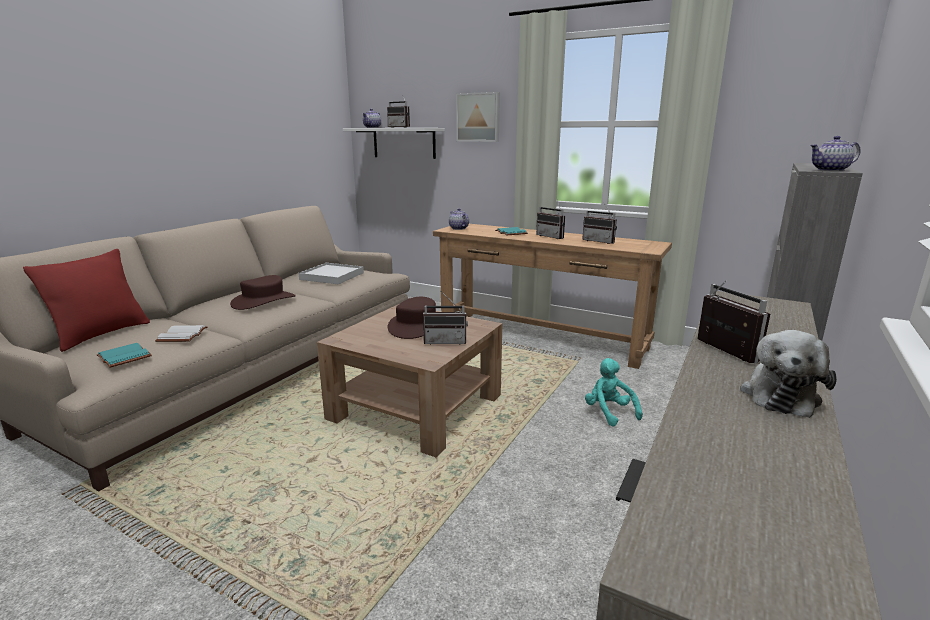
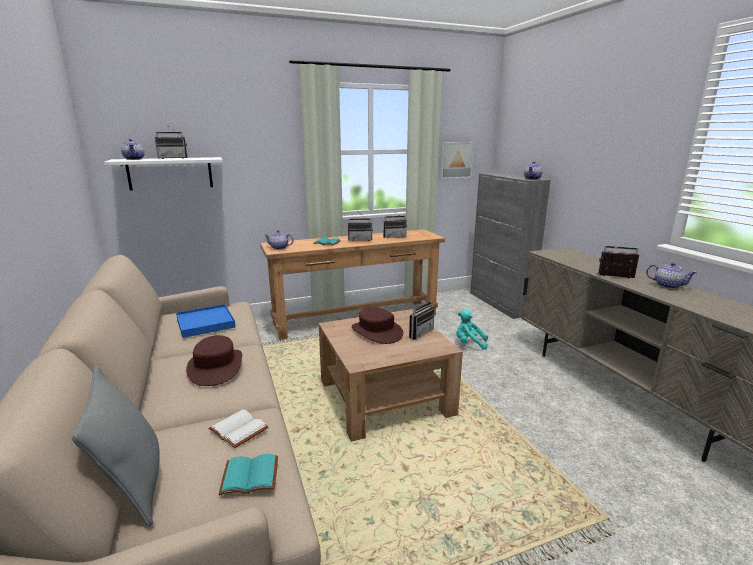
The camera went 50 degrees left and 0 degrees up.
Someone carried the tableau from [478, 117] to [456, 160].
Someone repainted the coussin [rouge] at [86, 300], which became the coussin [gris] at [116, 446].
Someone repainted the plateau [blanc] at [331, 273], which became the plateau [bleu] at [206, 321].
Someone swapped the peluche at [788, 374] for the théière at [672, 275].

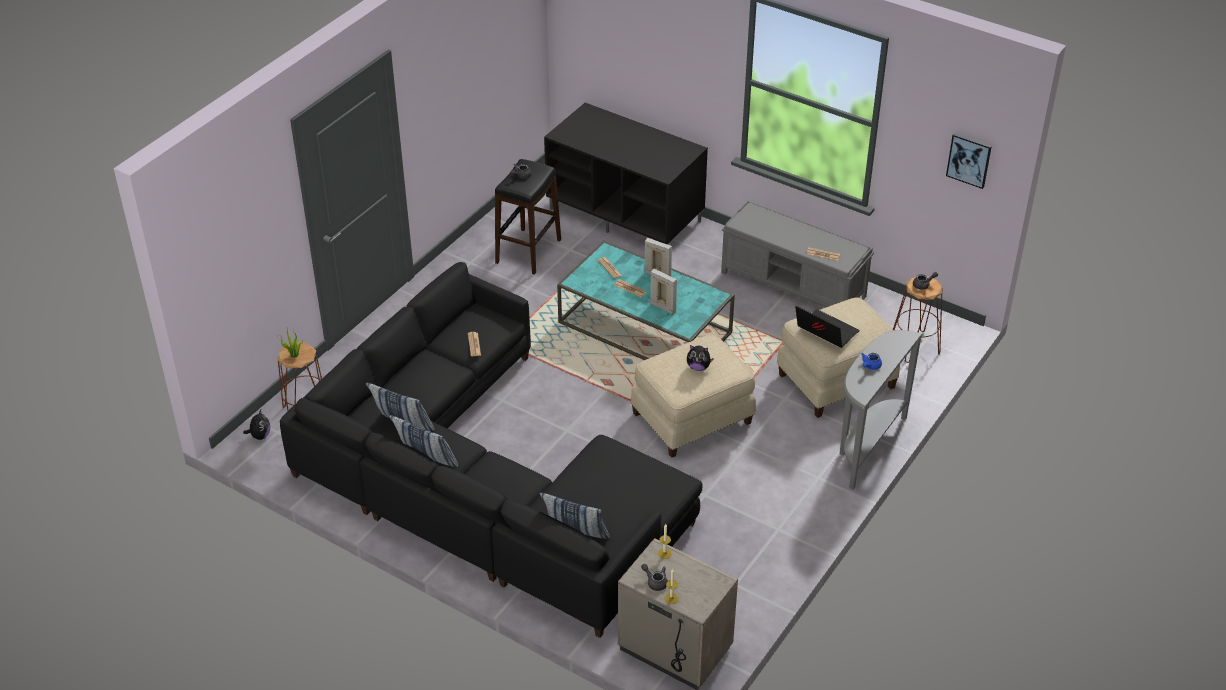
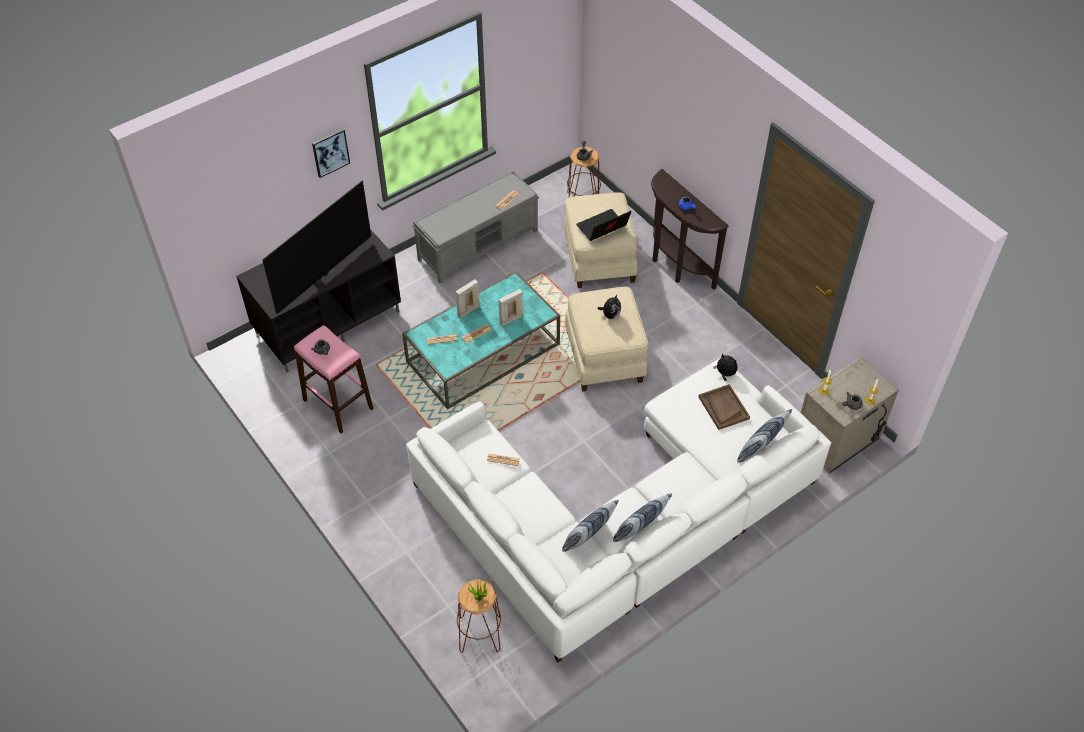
The camera went 70 degrees left and 10 degrees up.
Someone carried the tableau from [969, 161] to [331, 153].
Someone repainted the tabouret [noir] at [528, 217], which became the tabouret [rose] at [334, 379].
Someone repainted the canapé [noir] at [491, 450], which became the canapé [blanc] at [618, 510].
Someone repainted the table console [gris] at [881, 410], which became the table console [marron] at [690, 229].
Someone carried the peluche from [256, 425] to [725, 367].
Someone put down the téléviseur at [316, 247].
Someone put down the plateau [marron] at [724, 407].

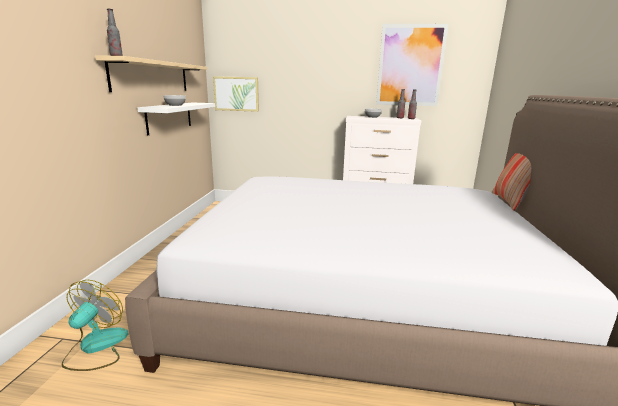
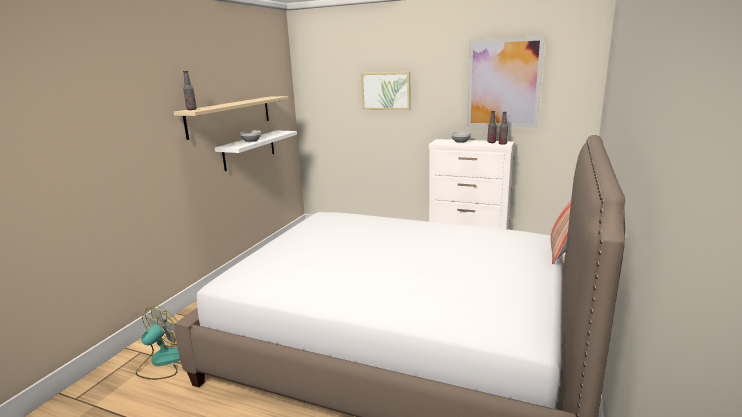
The camera went 15 degrees right and 0 degrees up.
Someone carried the tableau from [236, 94] to [386, 91].

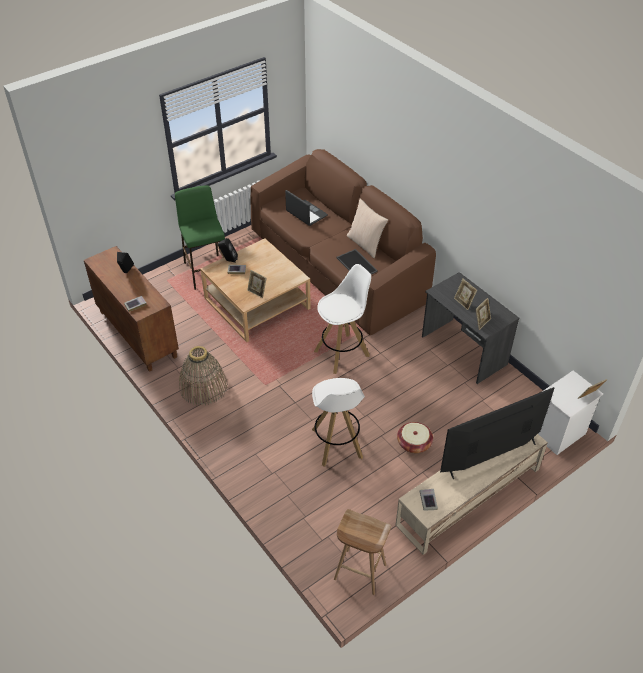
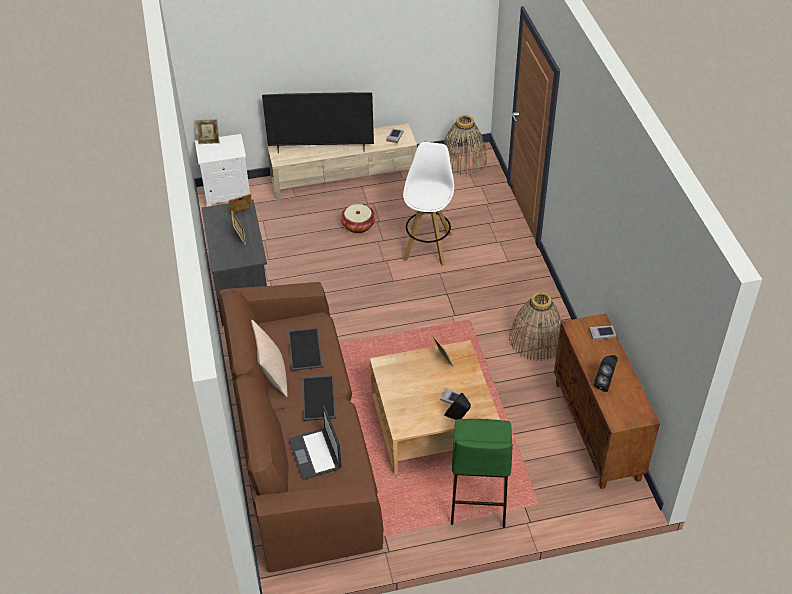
The camera went 155 degrees left and 0 degrees up.
Someone took away the tabouret [blanc] at [342, 319].
Someone swapped the tabouret [marron] at [362, 552] for the panier at [465, 145].
Someone put down the plateau at [319, 398].

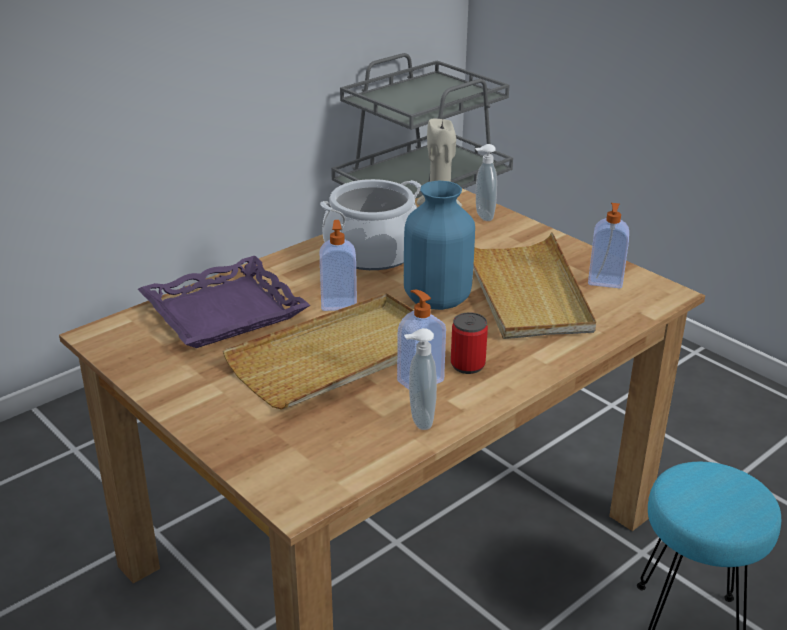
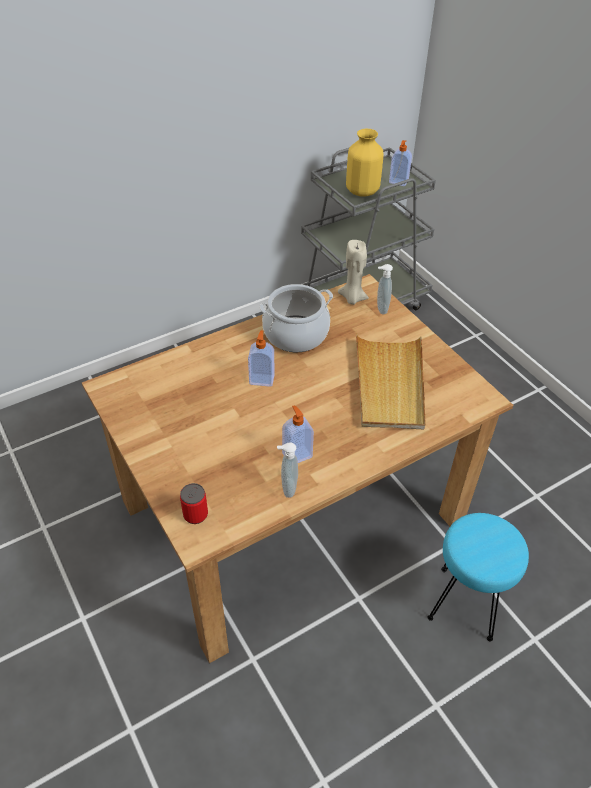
The camera went 10 degrees right and 15 degrees up.
Someone took away the vase [bleu] at [439, 245].
Someone carried the distributeur de savon from [608, 245] to [400, 163].
Someone took away the plateau [violet] at [224, 302].
Someone took away the plateau [beige] at [318, 351].
Someone carried the boîte métallique from [469, 343] to [194, 503].
Someone put down the vase [jaune] at [364, 163].

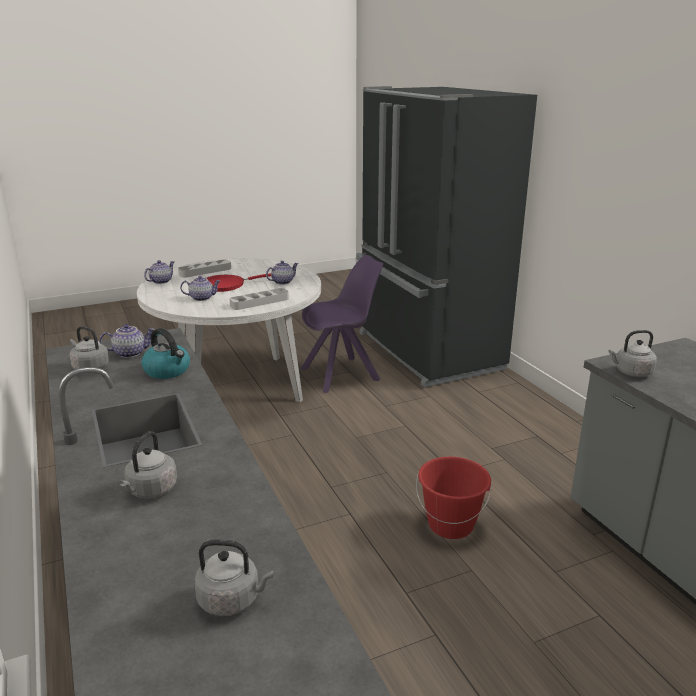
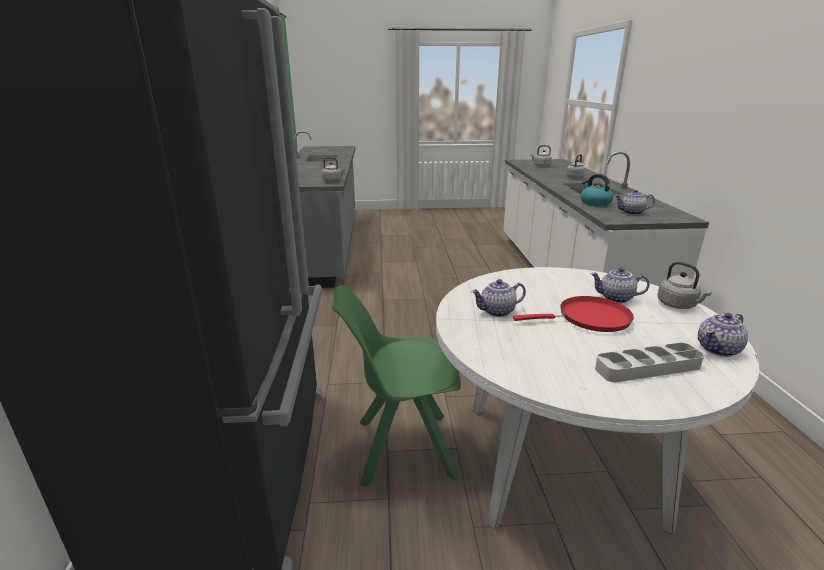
The camera went 160 degrees left and 0 degrees up.
Someone repainted the chaise [violet] at [342, 324], which became the chaise [vert] at [396, 386].
Someone took away the plateau [gris] at [259, 299].
Someone carried the bouilloire [gris] from [89, 348] to [684, 285].
Someone took away the seau [rouge] at [453, 498].

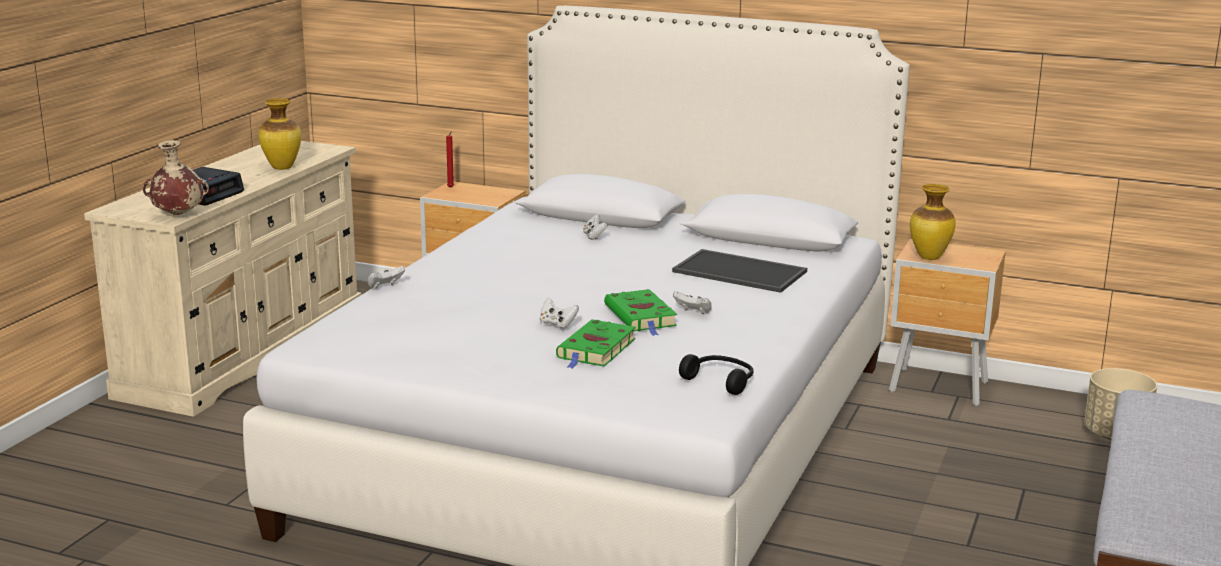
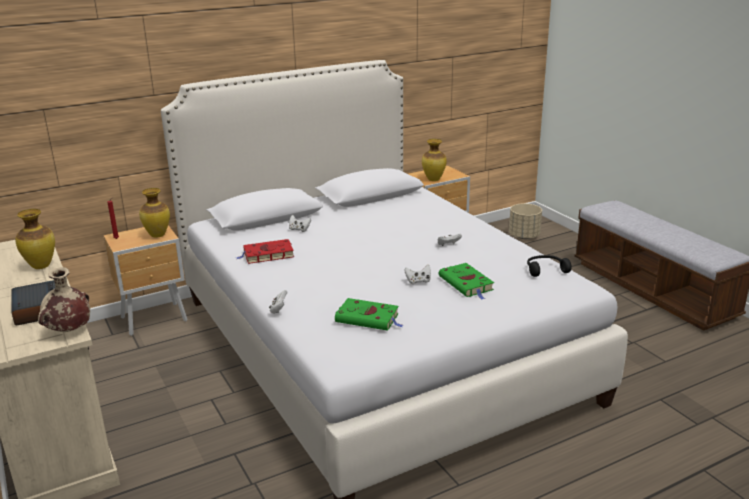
The camera went 50 degrees left and 5 degrees up.
Someone took away the plateau at [739, 271].
Someone carried the livre [vert] from [640, 312] to [369, 314].
Someone put down the vase at [154, 213].
Someone put down the livre [rouge] at [265, 251].

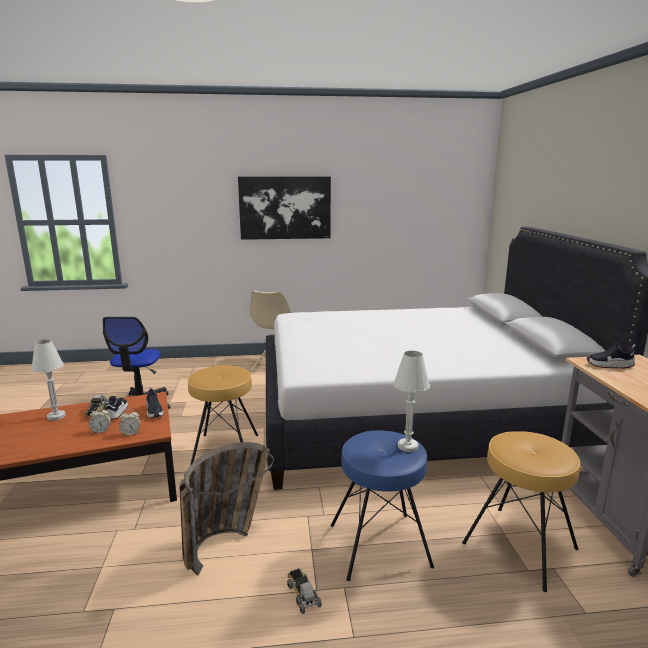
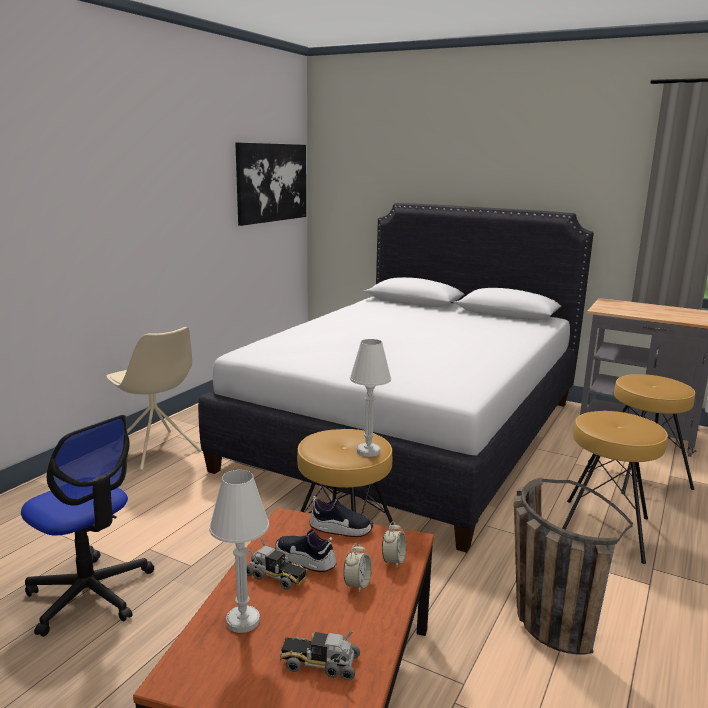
The camera went 55 degrees left and 0 degrees up.
Someone carried the tableau from [284, 208] to [270, 184].
Someone took away the chaussure at [611, 356].
Someone carried the lampe de table [blanc] from [411, 401] to [370, 398].
Someone repainted the tabouret [bleu] at [382, 505], which became the tabouret [marron] at [615, 487].
Someone carried the camion jouet from [304, 591] to [320, 655].

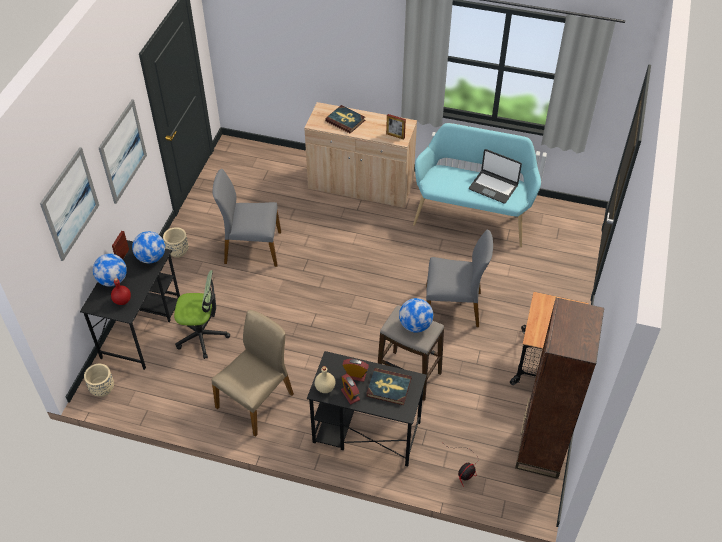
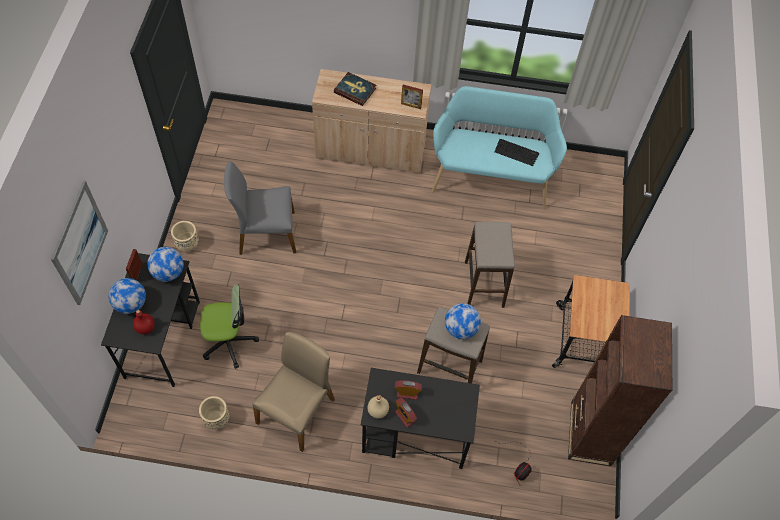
The camera went 10 degrees left and 10 degrees up.
Someone took away the tableau at [123, 151].
Someone swapped the ordinateur portable at [495, 176] for the clavier at [517, 152].
Someone swapped the chaise [gris] at [459, 278] for the tabouret at [490, 265].
Someone carried the cache-pot [beige] from [99, 380] to [214, 413].
Someone took away the livre at [389, 386].

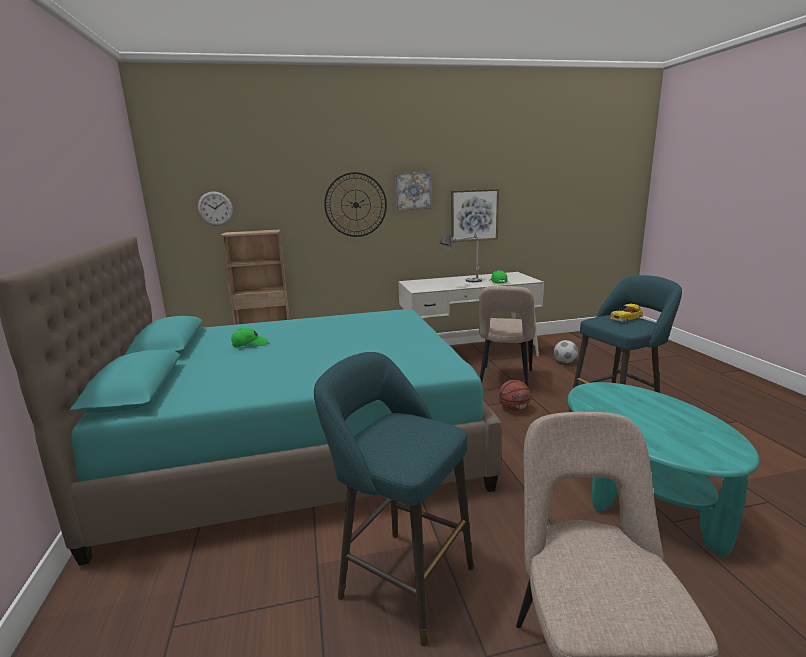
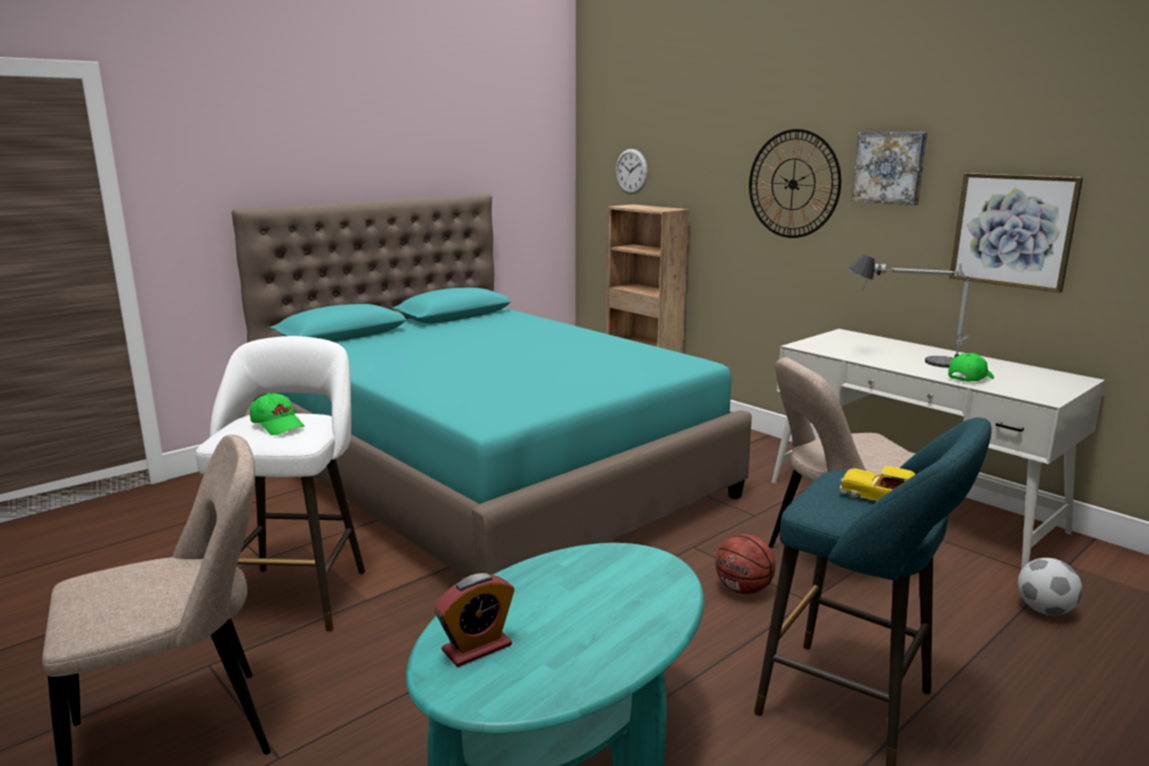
The camera went 60 degrees right and 0 degrees up.
Someone carried the casquette [vert] from [249, 337] to [277, 414].
Someone repainted the tabouret [turquoise] at [394, 499], which became the tabouret [blanc] at [280, 484].
Someone put down the réveil at [474, 620].

